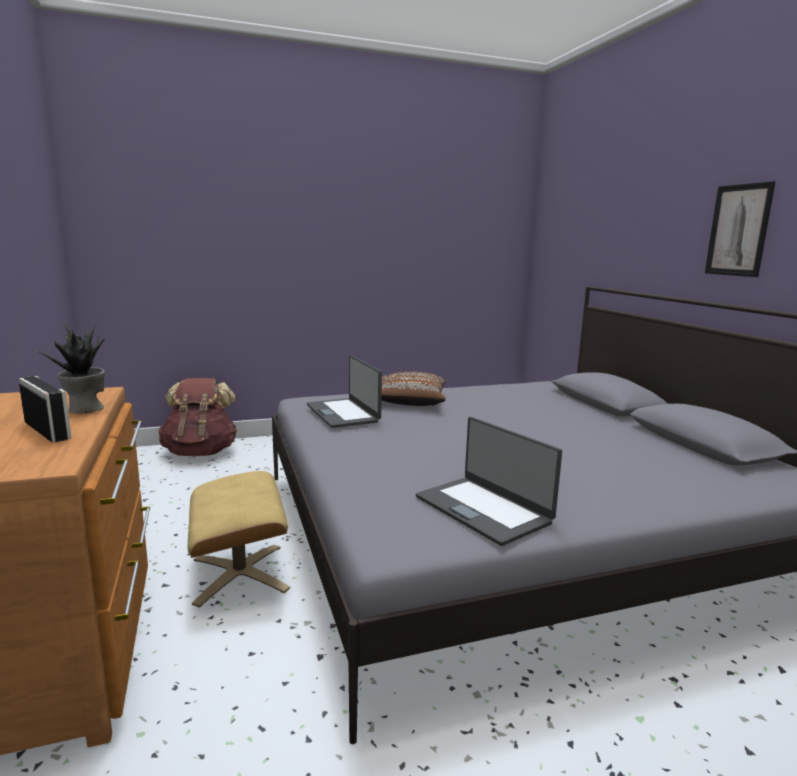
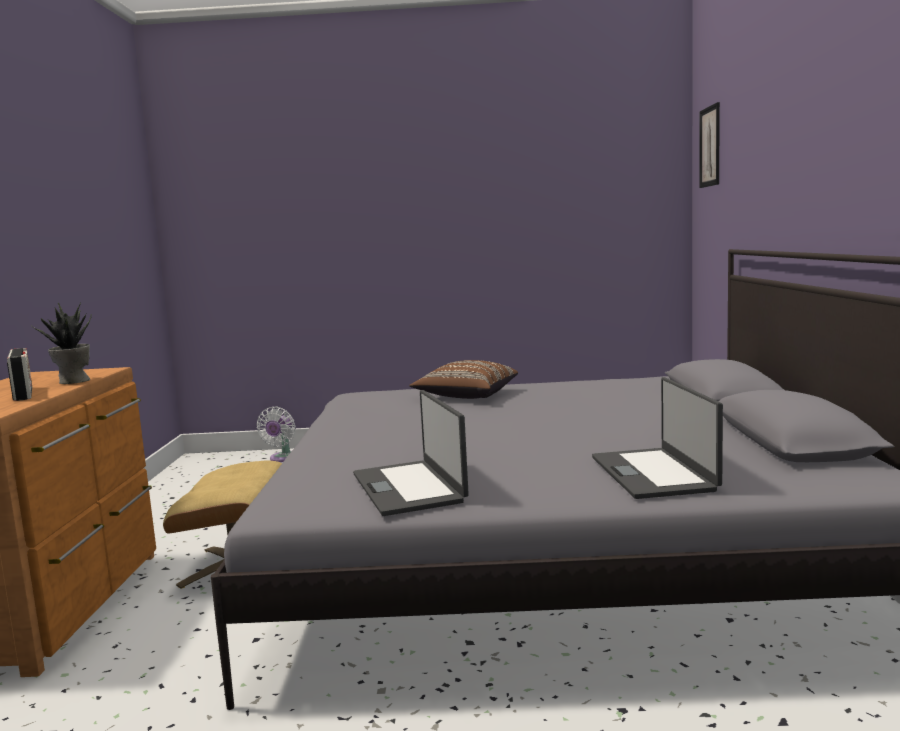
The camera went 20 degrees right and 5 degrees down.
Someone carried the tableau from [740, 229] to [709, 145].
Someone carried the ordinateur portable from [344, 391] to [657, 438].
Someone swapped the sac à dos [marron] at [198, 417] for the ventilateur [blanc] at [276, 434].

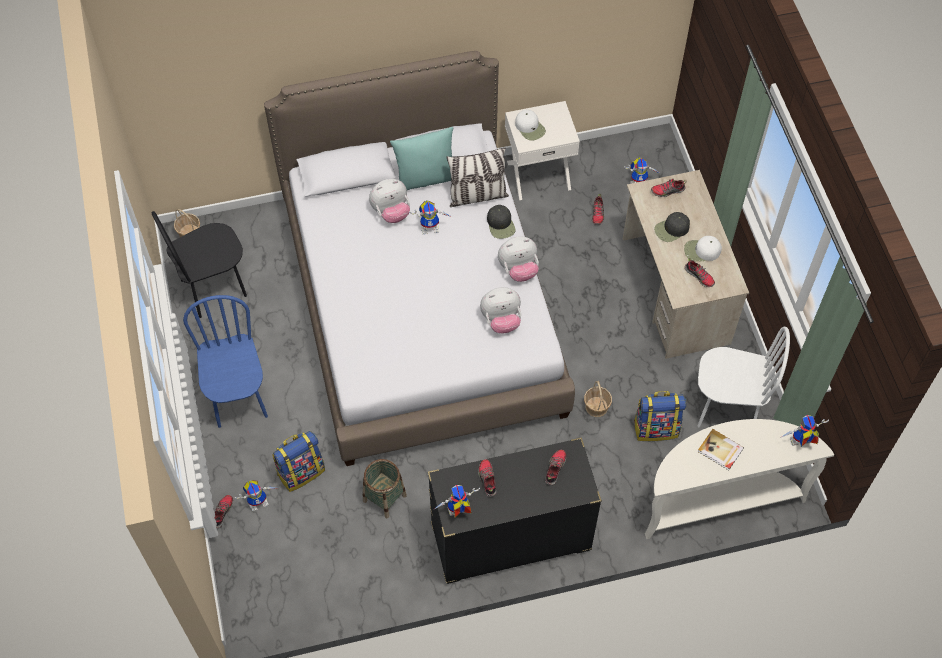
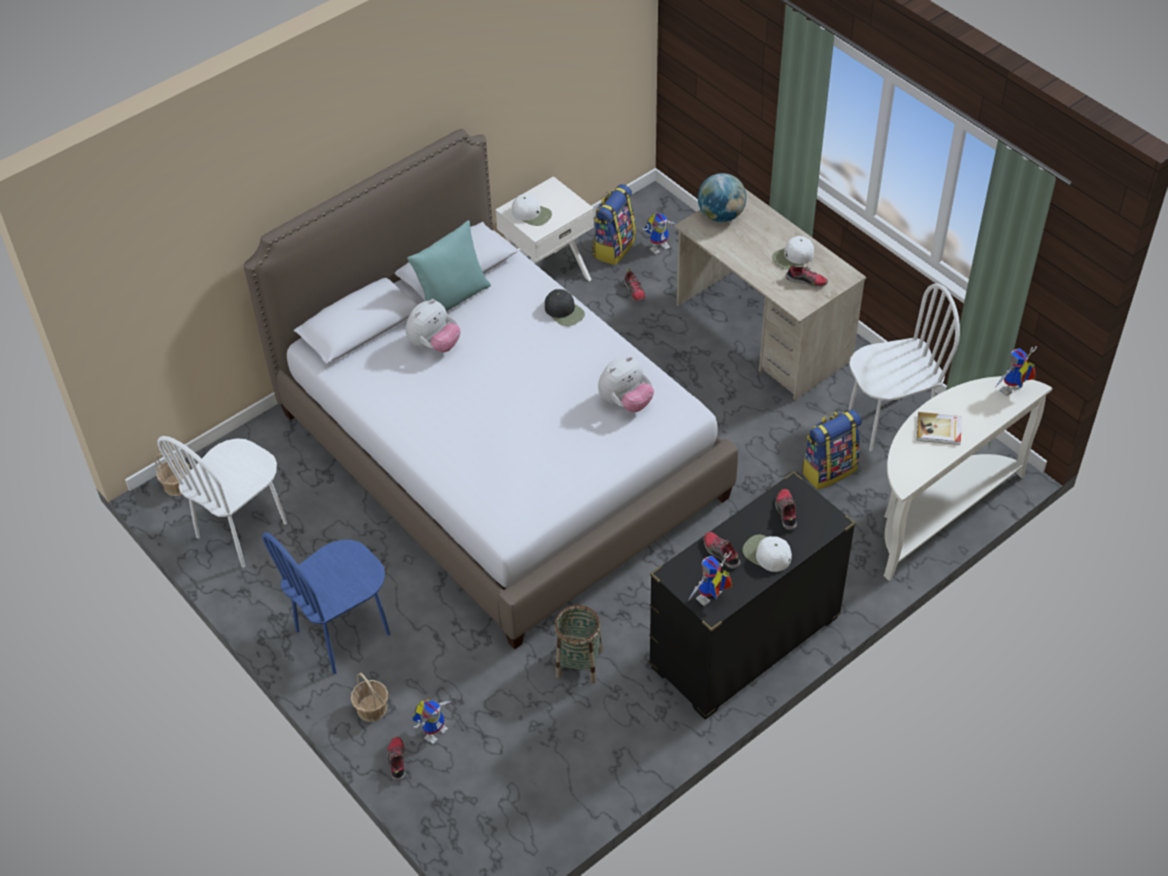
The camera went 25 degrees left and 10 degrees down.
Someone took away the coussin at [477, 177].
Someone swapped the chaussure at [668, 188] for the globe at [722, 197].
Someone took away the robot jouet at [431, 217].
Someone repainted the chaise [noir] at [199, 264], which became the chaise [blanc] at [222, 502].
Someone took away the casquette [noir] at [672, 227].
Someone took away the peluche at [518, 259].
Someone rotated the chaise [bleu] at [225, 361] by 90 degrees counterclockwise.
Someone carried the panier from [598, 399] to [369, 697].
Someone carried the sac à dos from [298, 461] to [614, 224].
Someone put down the casquette [blanc] at [767, 553].

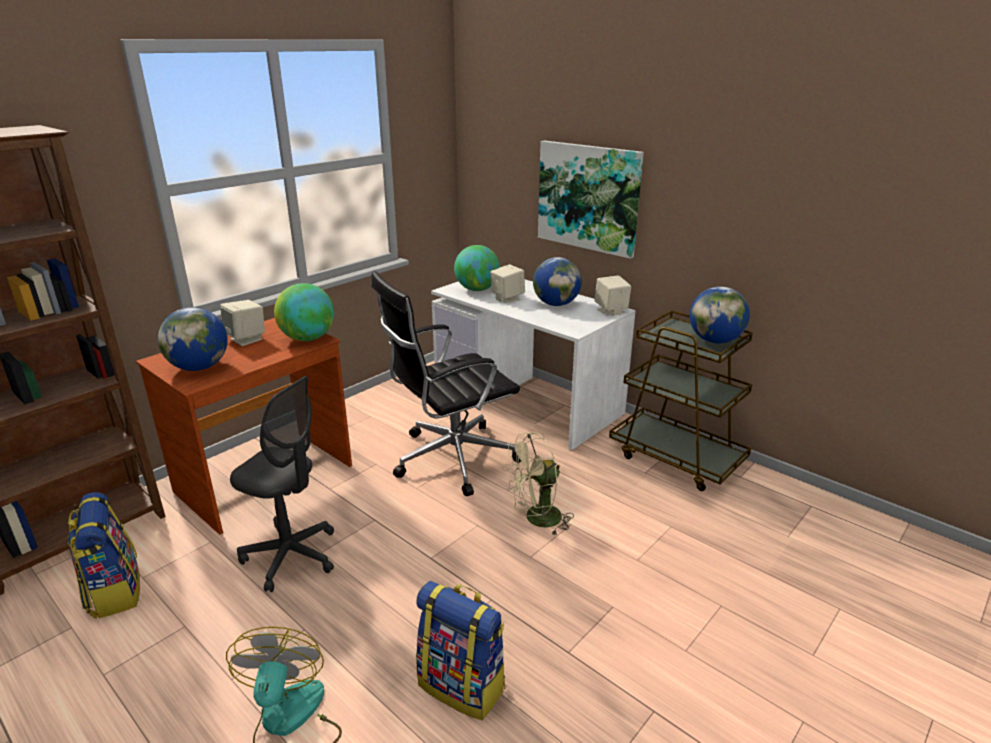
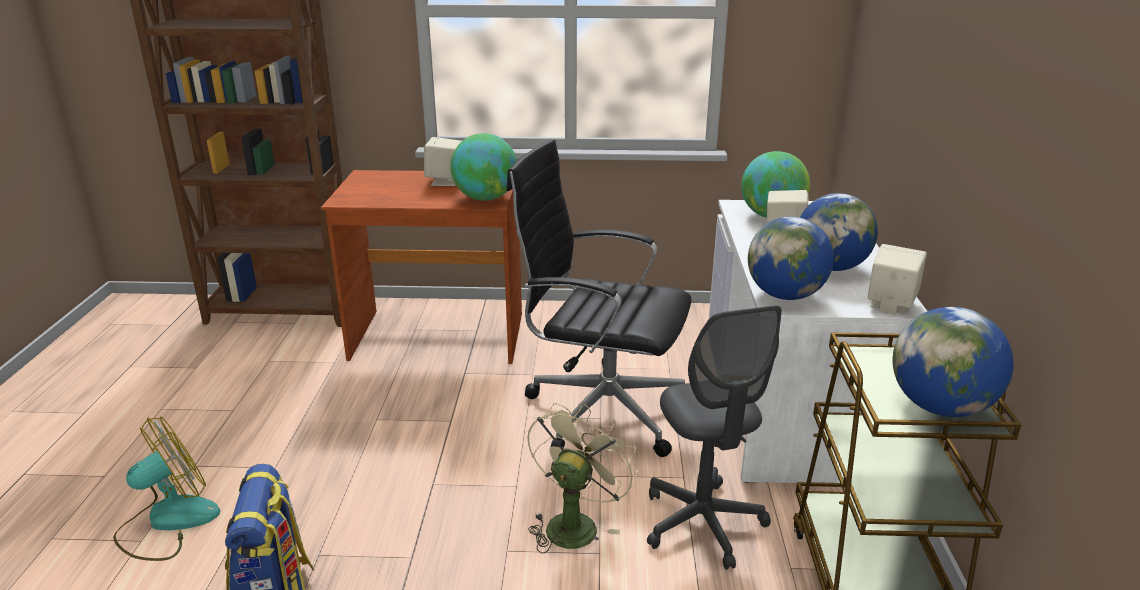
The camera went 50 degrees right and 0 degrees up.
Someone took away the tableau at [591, 200].
Someone carried the globe from [193, 339] to [791, 258].
Someone carried the chaise de bureau [gris] from [282, 484] to [714, 437].
Someone rotated the ventilateur [beige] at [539, 484] by 90 degrees clockwise.
Someone took away the sac à dos at [104, 555].

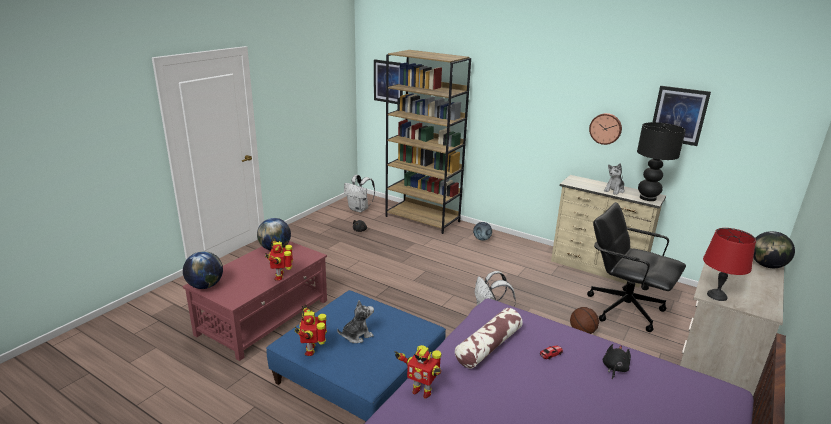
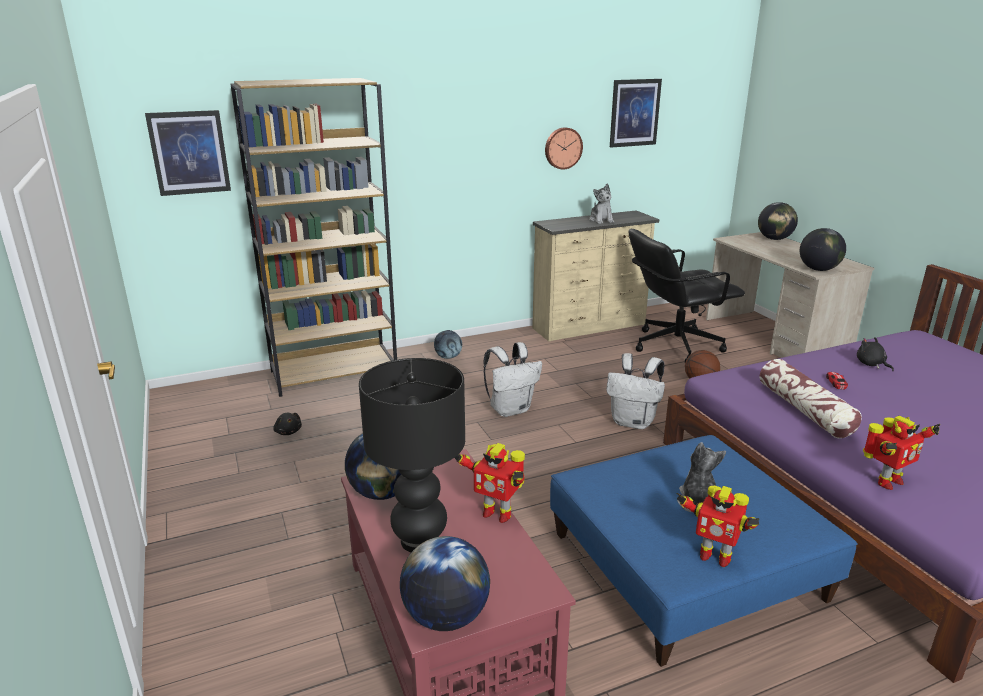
The camera went 55 degrees left and 0 degrees up.
Someone carried the lampe de table [noir] from [661, 161] to [412, 455].
Someone carried the sac à dos [blanc] from [359, 193] to [513, 379].
Someone swapped the lampe de table [rouge] at [729, 264] for the globe at [823, 249].

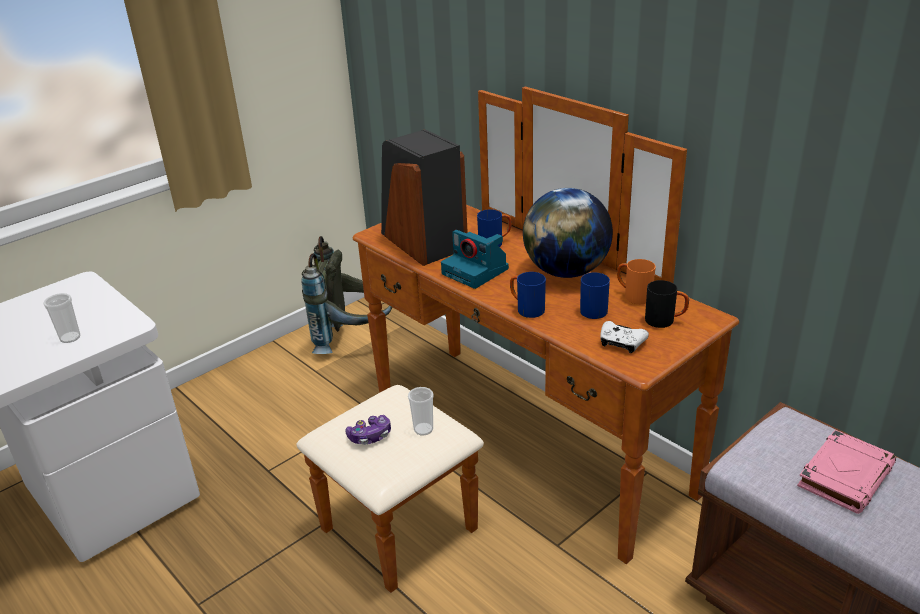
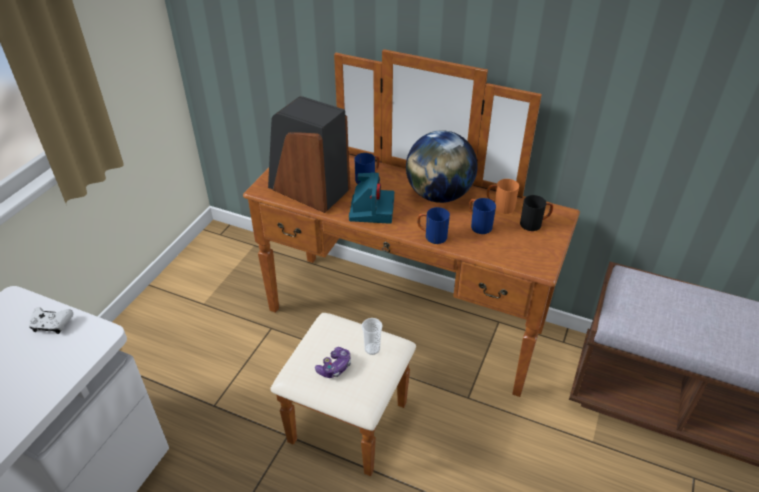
The camera went 25 degrees left and 10 degrees up.
Someone rotated the appareil photo at [475, 259] by 105 degrees counterclockwise.
Someone took away the sac à dos [gris] at [347, 295].
Someone took away the tasse at [61, 318].
Someone carried the manette [blanc] from [624, 337] to [51, 320].
Someone took away the livre [rose] at [846, 472].

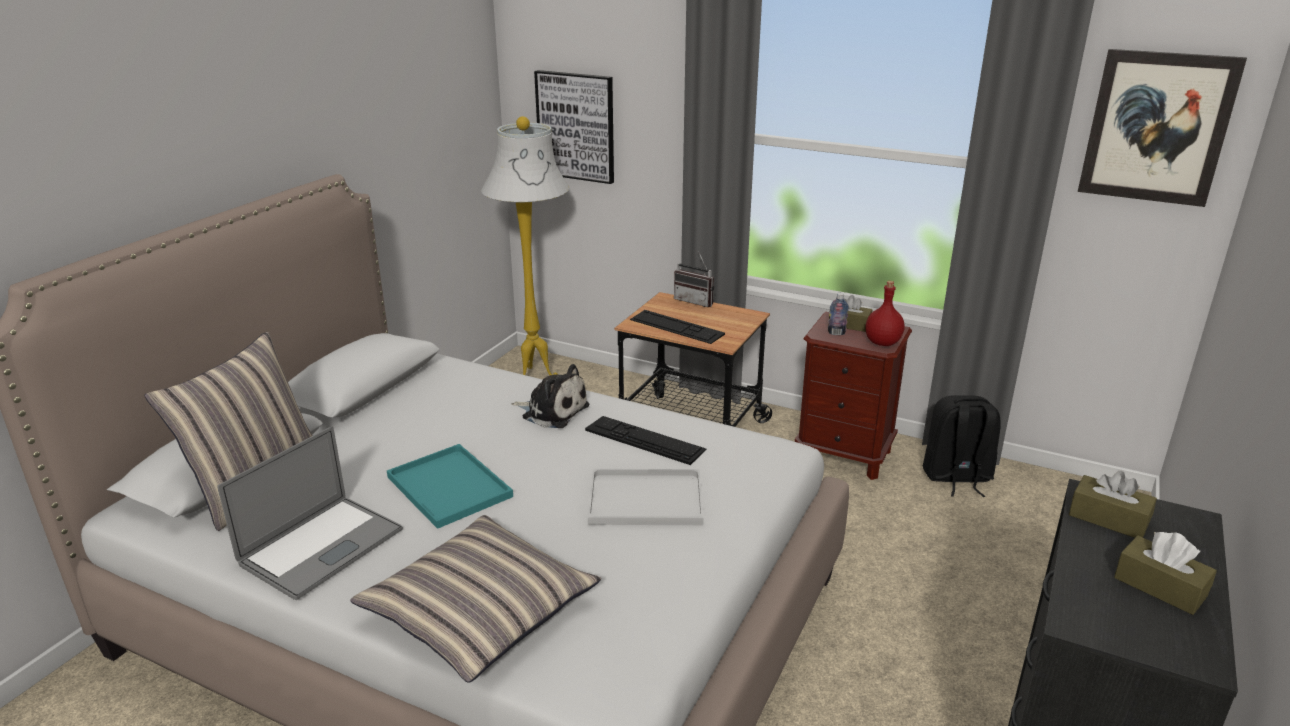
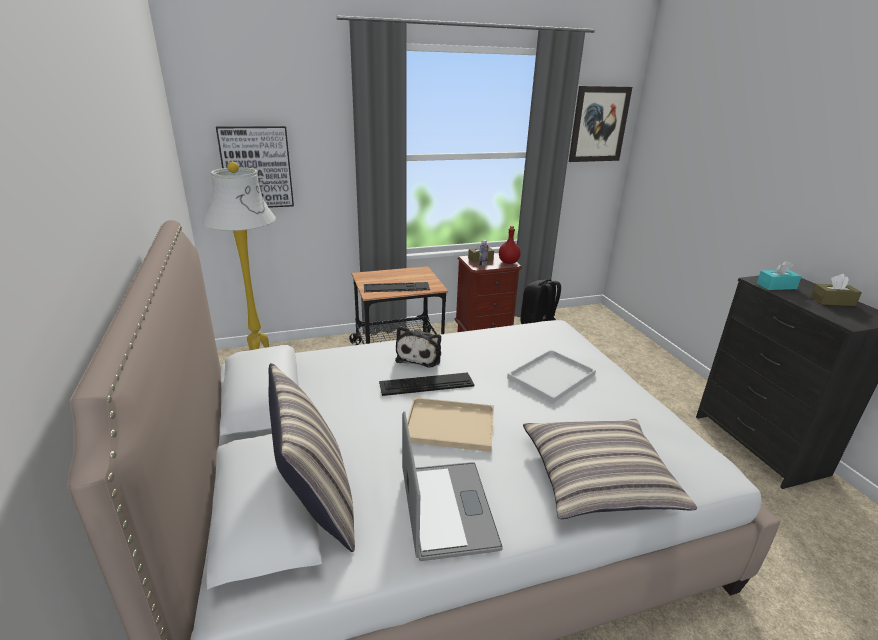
The camera went 45 degrees left and 0 degrees up.
Someone took away the radio at [694, 280].
Someone rotated the peluche at [550, 396] by 120 degrees clockwise.
Someone carried the clavier from [646, 440] to [426, 384].
Someone repainted the plateau [turquoise] at [450, 486], which became the plateau [beige] at [450, 424].
Someone repainted the boîte à mouchoirs [marron] at [1113, 504], which became the boîte à mouchoirs [turquoise] at [779, 275].

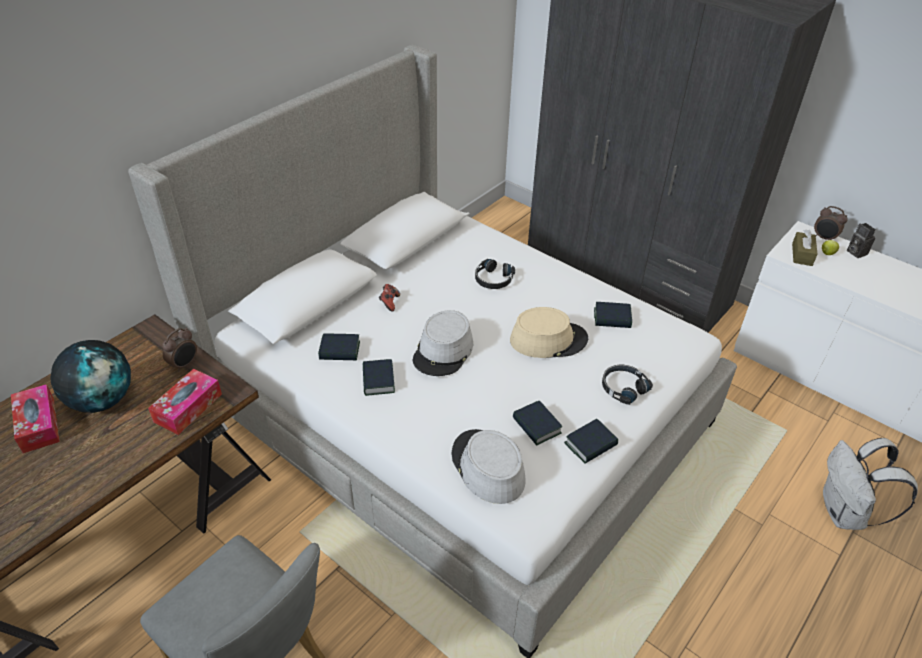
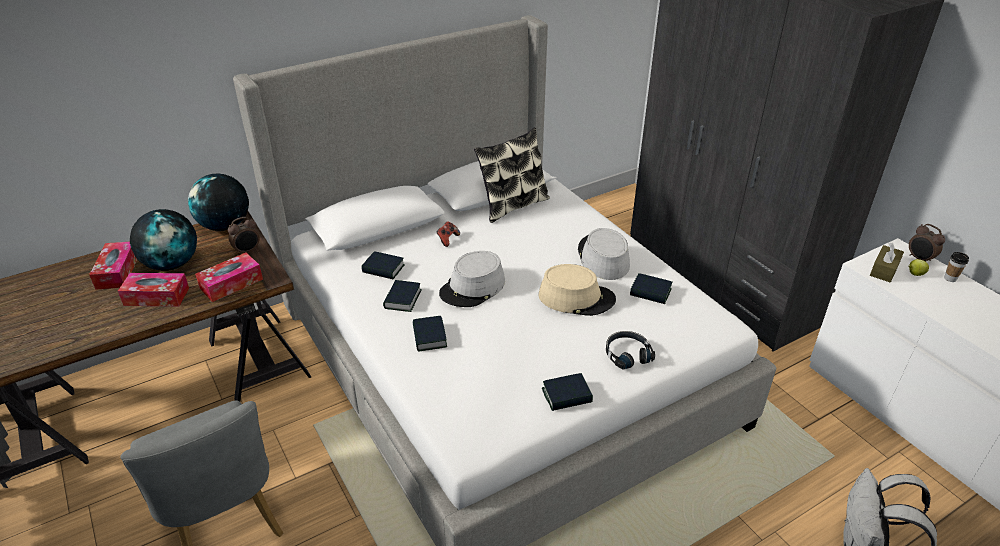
The camera went 20 degrees right and 5 degrees down.
Someone swapped the appareil photo at [861, 240] for the tasse at [956, 267].
Someone took away the casque audio [noir] at [495, 274].
Someone carried the livre from [538, 423] to [430, 334].
Someone carried the chapeau [gris] from [488, 466] to [604, 254].
Someone put down the coussin at [512, 175].
Someone put down the globe at [218, 202].
Someone put down the boîte à mouchoirs at [153, 289].

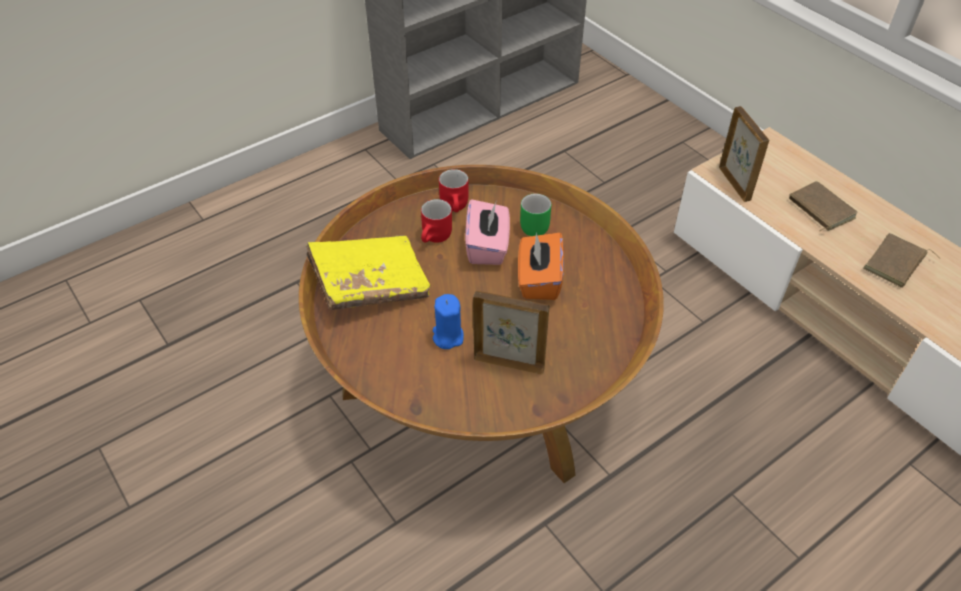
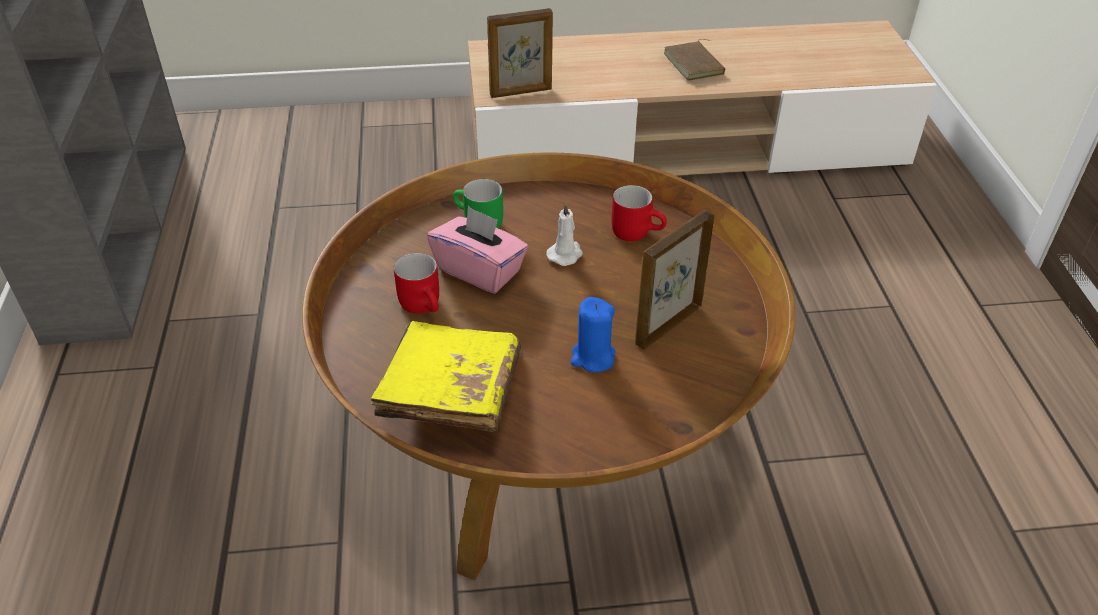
The camera went 60 degrees left and 5 degrees down.
Someone rotated the cadre photo at [744, 154] by 150 degrees clockwise.
Someone carried the mug [rouge] from [453, 190] to [639, 213].
Someone took away the livre [marron] at [823, 206].
Someone swapped the boîte à mouchoirs [orange] at [541, 266] for the bougie [blanc] at [564, 234].

